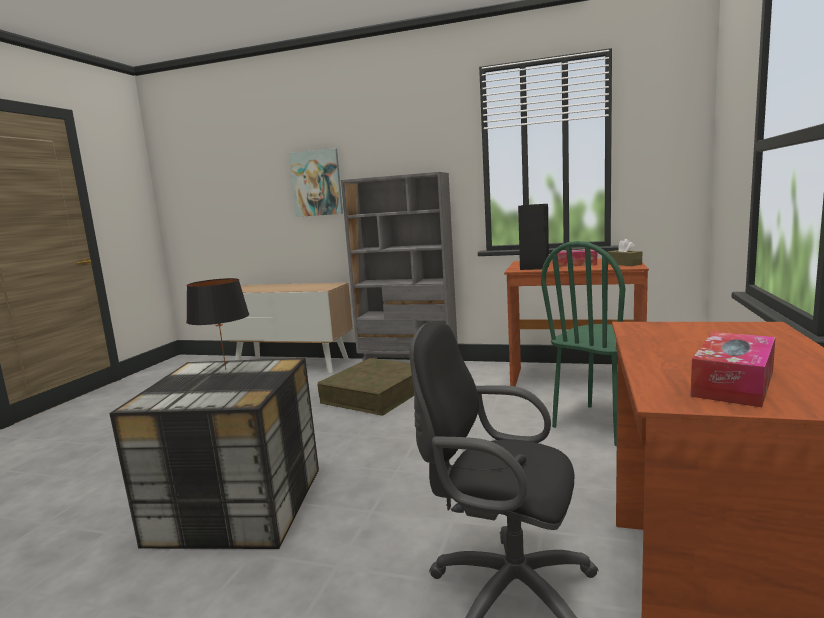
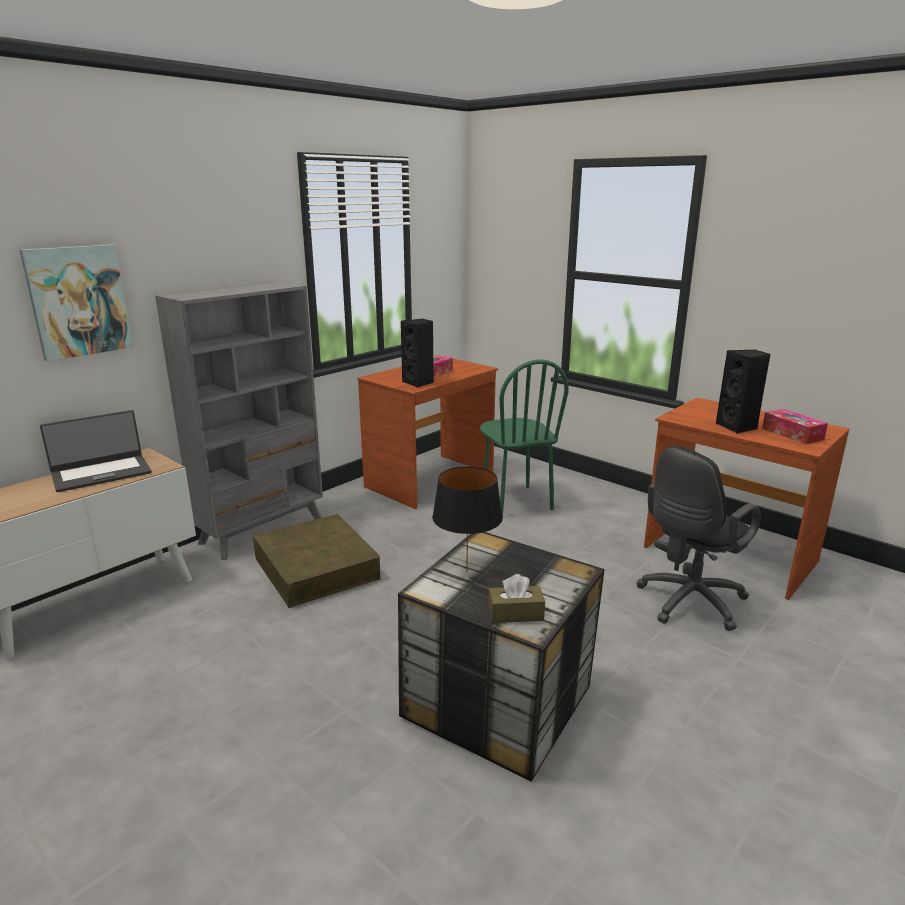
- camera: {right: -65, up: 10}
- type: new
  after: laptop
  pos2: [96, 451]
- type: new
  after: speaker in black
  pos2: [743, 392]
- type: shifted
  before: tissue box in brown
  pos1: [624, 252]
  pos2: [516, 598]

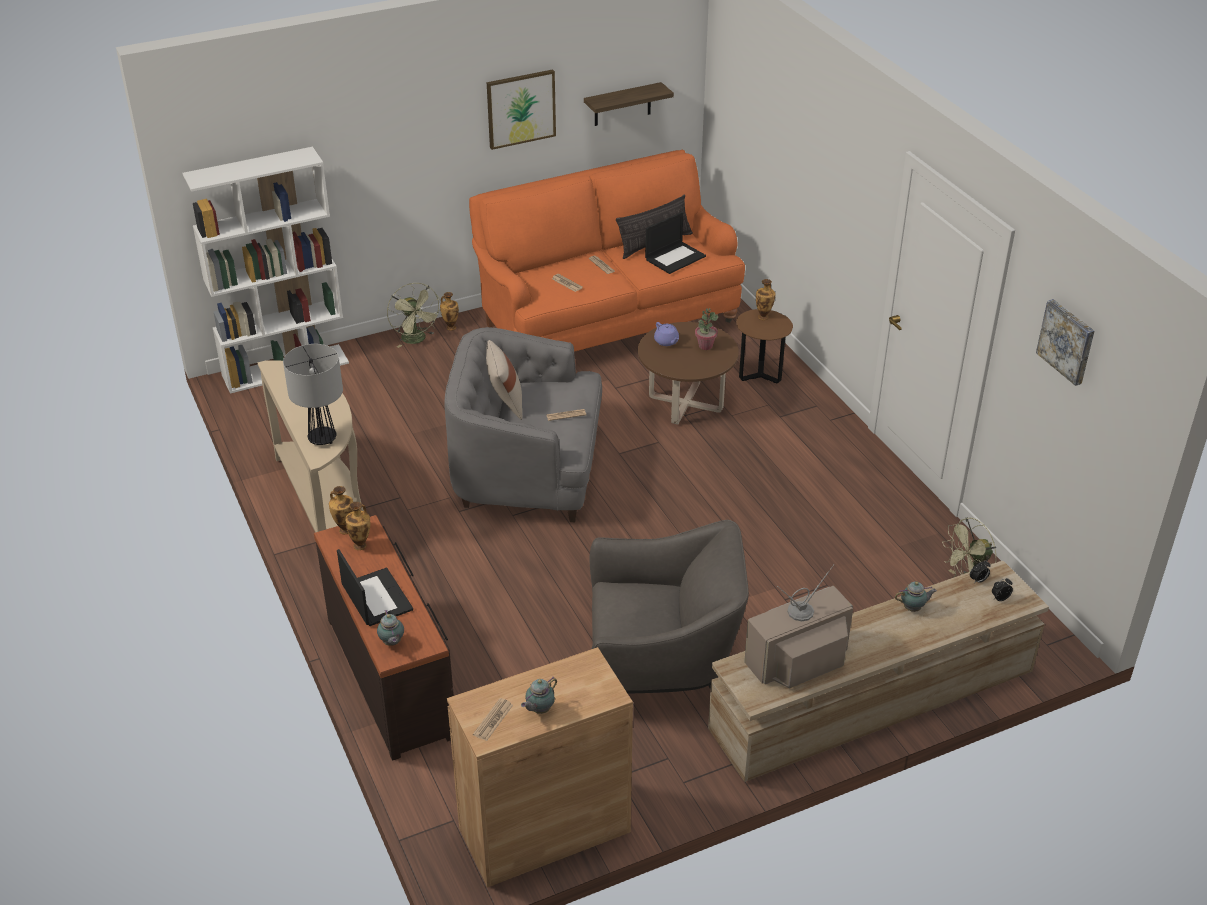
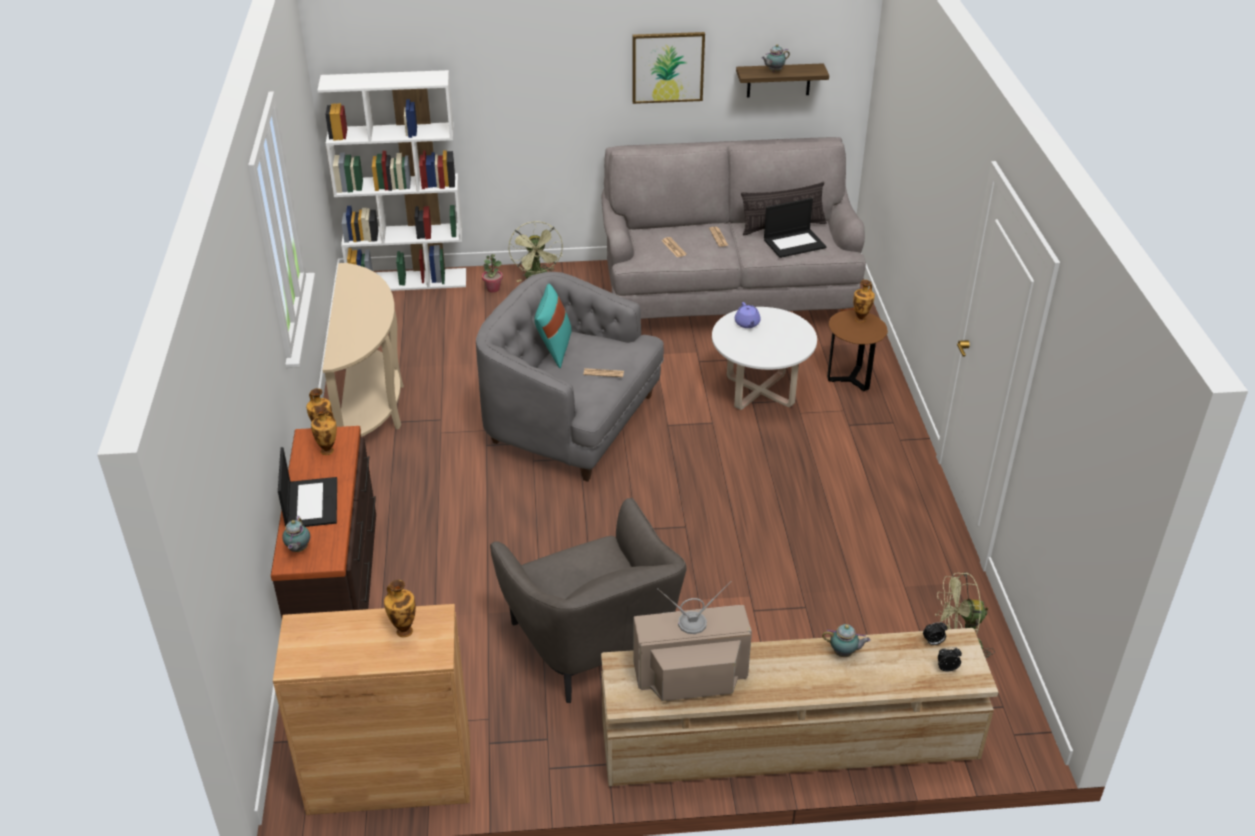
- camera: {right: 20, up: 0}
- type: gone
  before: table lamp
  pos1: [313, 394]
- type: gone
  before: newspaper
  pos1: [493, 719]
- type: gone
  before: picture
  pos1: [1065, 342]
- type: shifted
  before: vase
  pos1: [449, 311]
  pos2: [400, 608]
- type: shifted
  before: teapot
  pos1: [539, 695]
  pos2: [775, 58]
- type: shifted
  before: potted plant
  pos1: [706, 329]
  pos2: [492, 273]
- type: repainted
  before: sofa in orange
  after: sofa in grey
  pos1: [607, 251]
  pos2: [733, 228]
- type: repainted
  before: pillow in beige
  after: pillow in turquoise
  pos1: [504, 380]
  pos2: [553, 326]
- type: repainted
  before: coffee table in brown
  after: coffee table in white
  pos1: [688, 373]
  pos2: [764, 358]
- type: rotated
  before: armchair in grey
  pos1: [669, 607]
  pos2: [588, 600]
  turn: 45

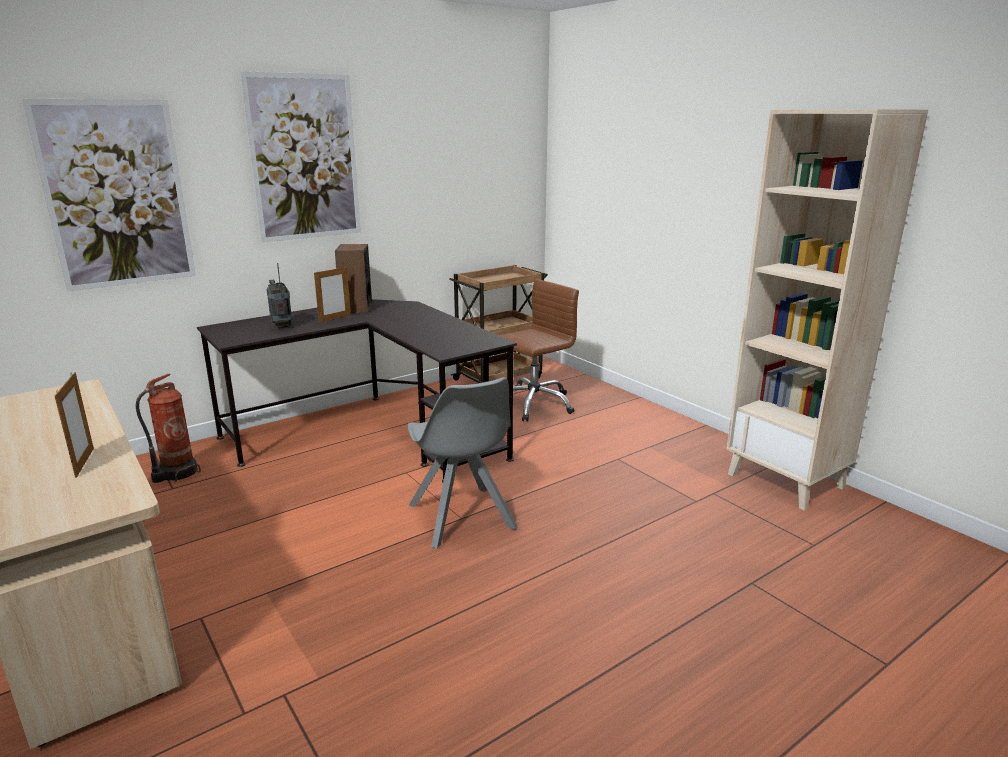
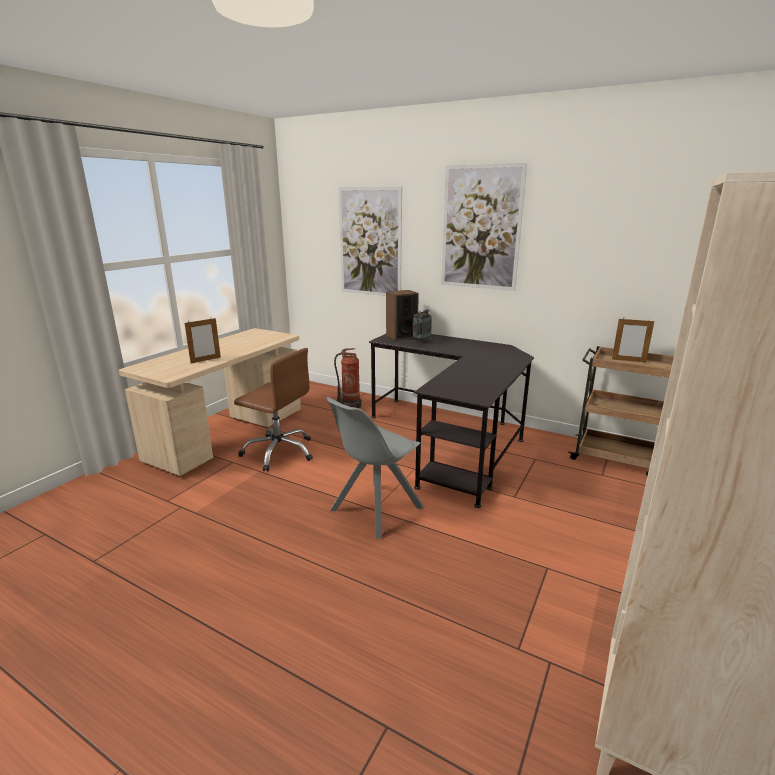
- camera: {right: 65, up: 0}
- type: shifted
  before: picture frame
  pos1: [332, 294]
  pos2: [633, 341]
- type: shifted
  before: speaker
  pos1: [353, 278]
  pos2: [402, 315]
- type: shifted
  before: office chair in brown
  pos1: [539, 350]
  pos2: [273, 409]

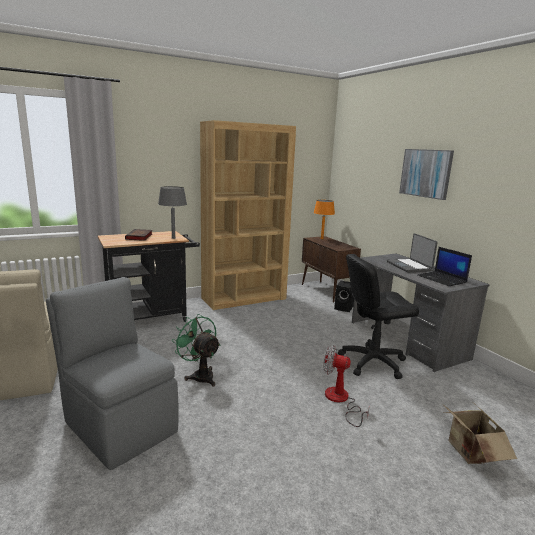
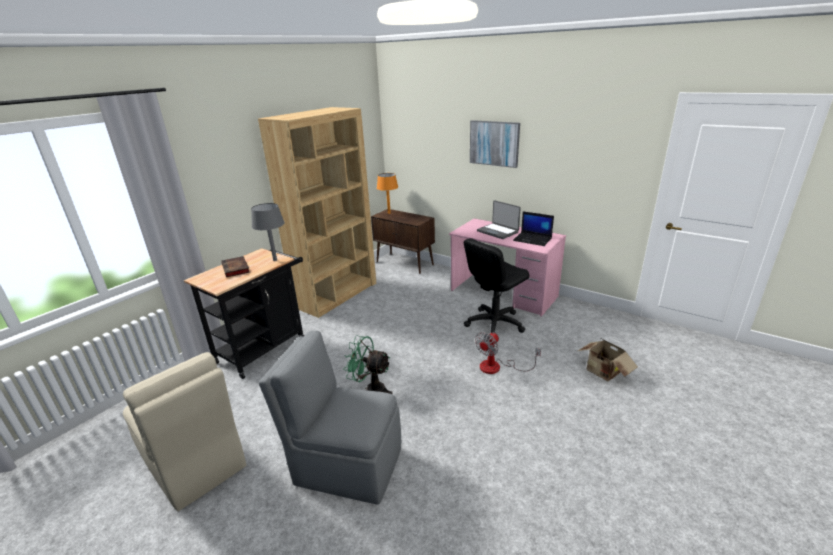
- camera: {right: -25, up: 10}
- type: gone
  before: speaker in black
  pos1: [344, 296]
- type: repainted
  before: desk in grey
  after: desk in pink
  pos1: [421, 313]
  pos2: [507, 267]
- type: rotated
  before: fan
  pos1: [346, 386]
  pos2: [508, 353]
  turn: -45

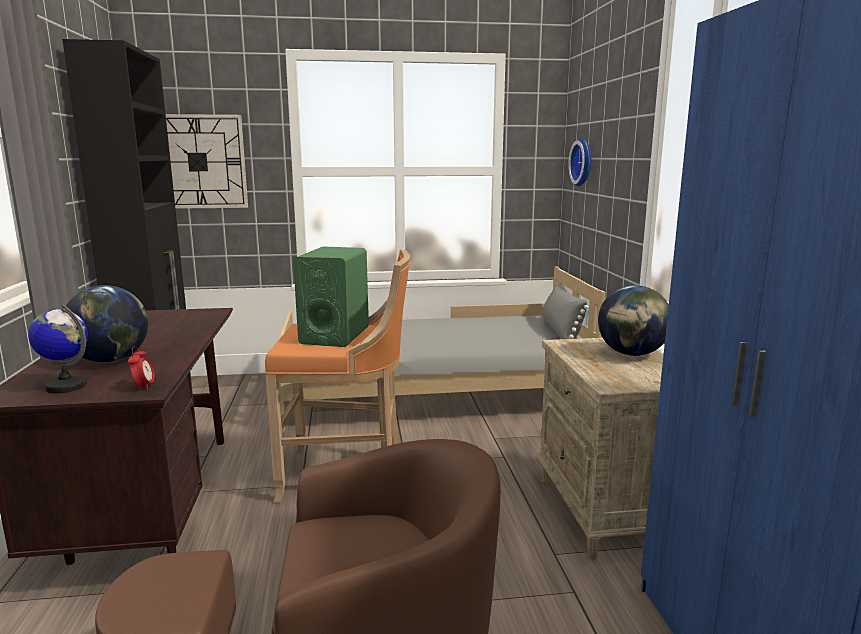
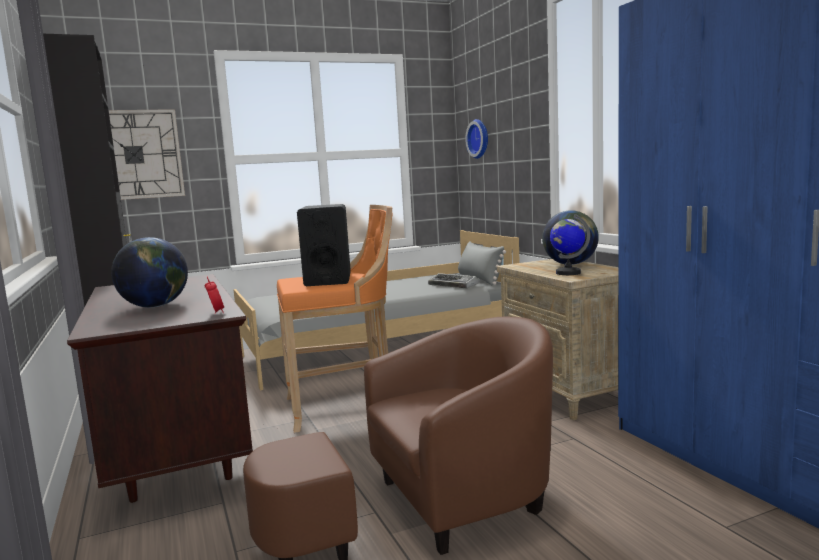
- camera: {right: -15, up: -5}
- type: new
  after: keyboard
  pos2: [454, 280]
- type: shifted
  before: globe
  pos1: [58, 348]
  pos2: [570, 244]
- type: repainted
  before: speaker in green
  after: speaker in black
  pos1: [331, 296]
  pos2: [324, 245]

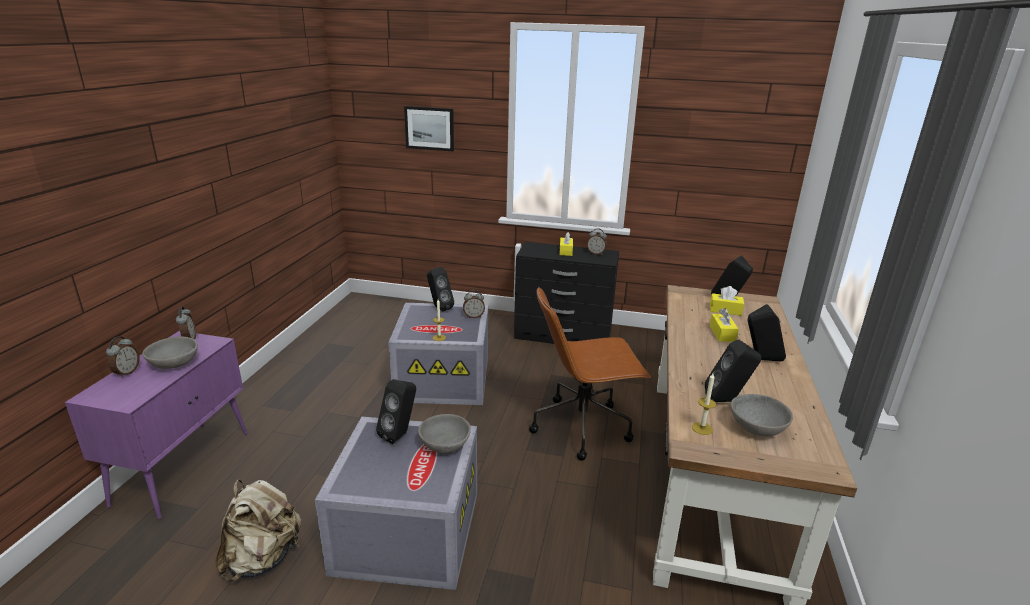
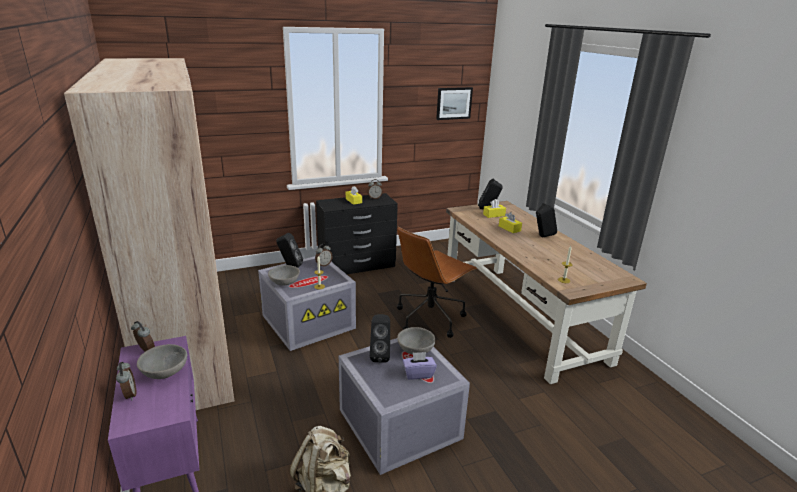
- camera: {right: -35, up: 0}
- type: gone
  before: speaker in black
  pos1: [733, 371]
- type: new
  after: wardrobe in beige
  pos2: [149, 234]
- type: new
  after: tissue box in purple
  pos2: [420, 366]
- type: shifted
  before: picture
  pos1: [429, 128]
  pos2: [454, 103]
- type: shifted
  before: bowl in grey
  pos1: [762, 415]
  pos2: [284, 275]

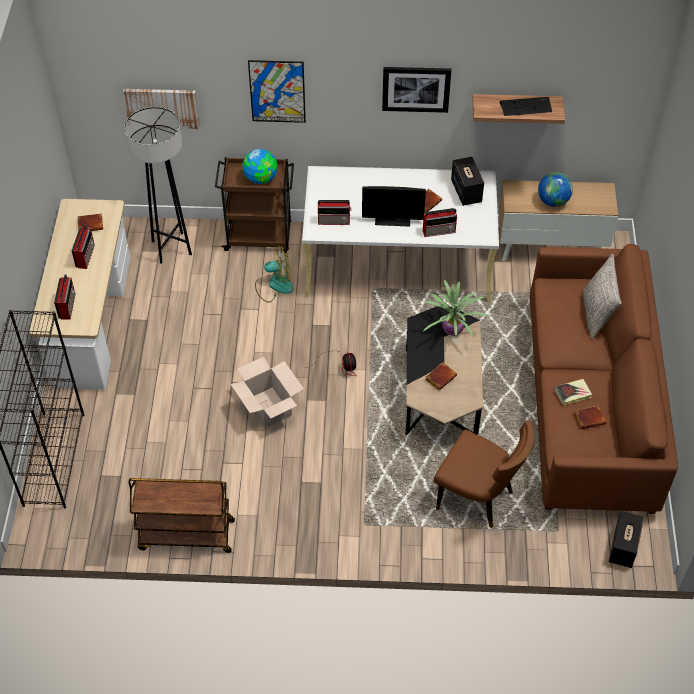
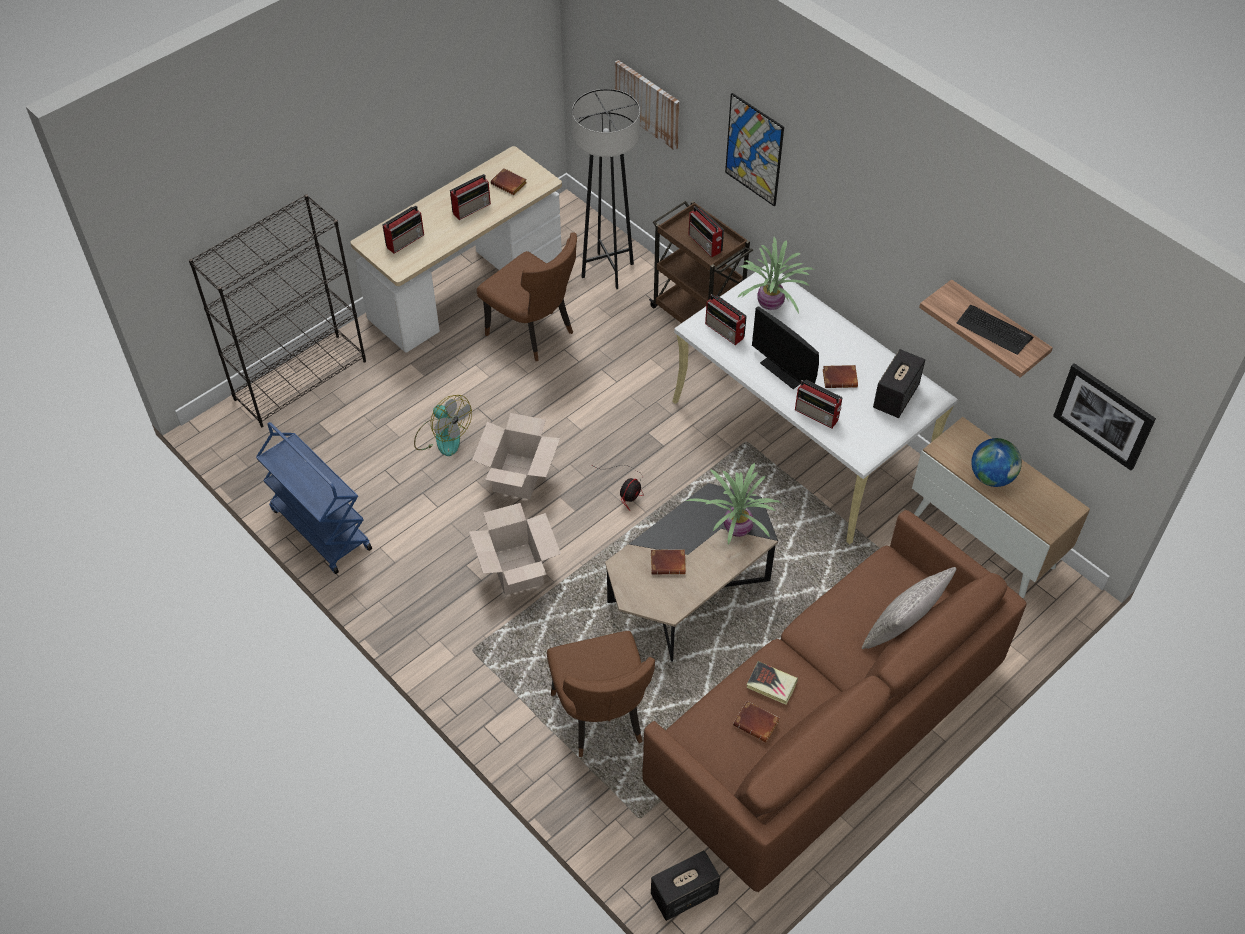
- camera: {right: 45, up: 0}
- type: new
  after: cardboard box
  pos2: [515, 549]
- type: new
  after: chair in brown
  pos2: [527, 297]
- type: new
  after: potted plant
  pos2: [775, 275]
- type: shifted
  before: fan
  pos1: [274, 274]
  pos2: [443, 425]
- type: shifted
  before: picture
  pos1: [416, 90]
  pos2: [1104, 417]
- type: swapped
  before: globe
  after: radio
  pos1: [259, 166]
  pos2: [706, 231]
- type: repainted
  before: cart in brown
  after: cart in blue
  pos1: [181, 515]
  pos2: [314, 498]

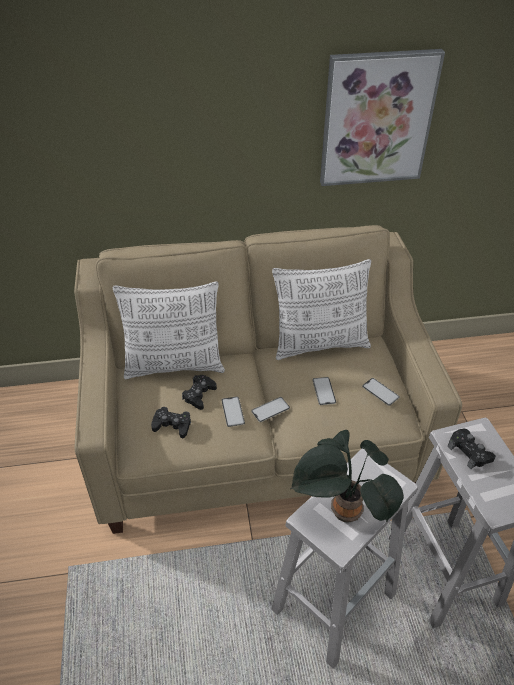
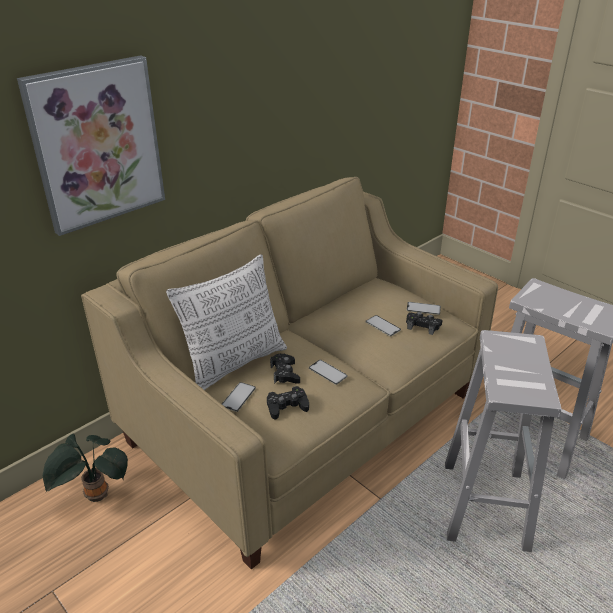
- camera: {right: -35, up: -10}
- type: gone
  before: pillow
  pos1: [321, 309]
- type: shifted
  before: phone
  pos1: [270, 409]
  pos2: [239, 397]
- type: shifted
  before: potted plant
  pos1: [347, 476]
  pos2: [85, 468]
- type: shifted
  before: picture
  pos1: [382, 117]
  pos2: [91, 145]
- type: shifted
  before: game controller in black
  pos1: [471, 449]
  pos2: [424, 323]

